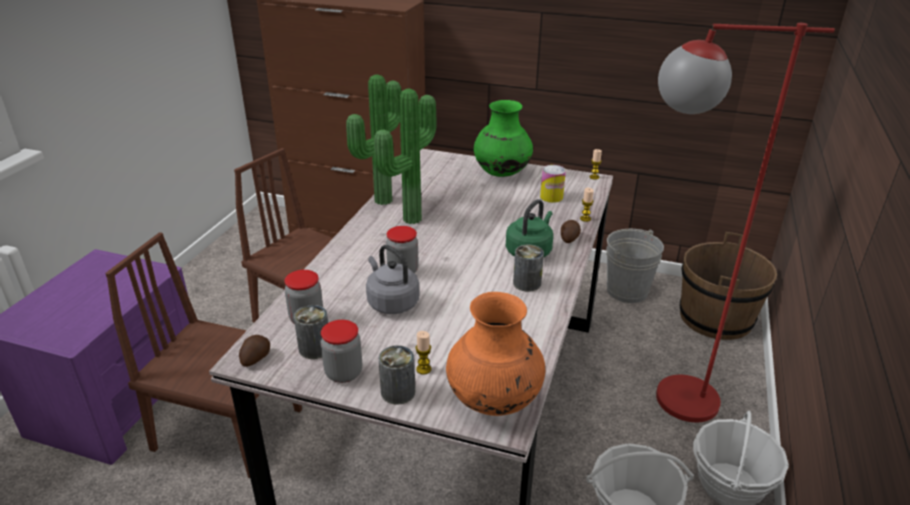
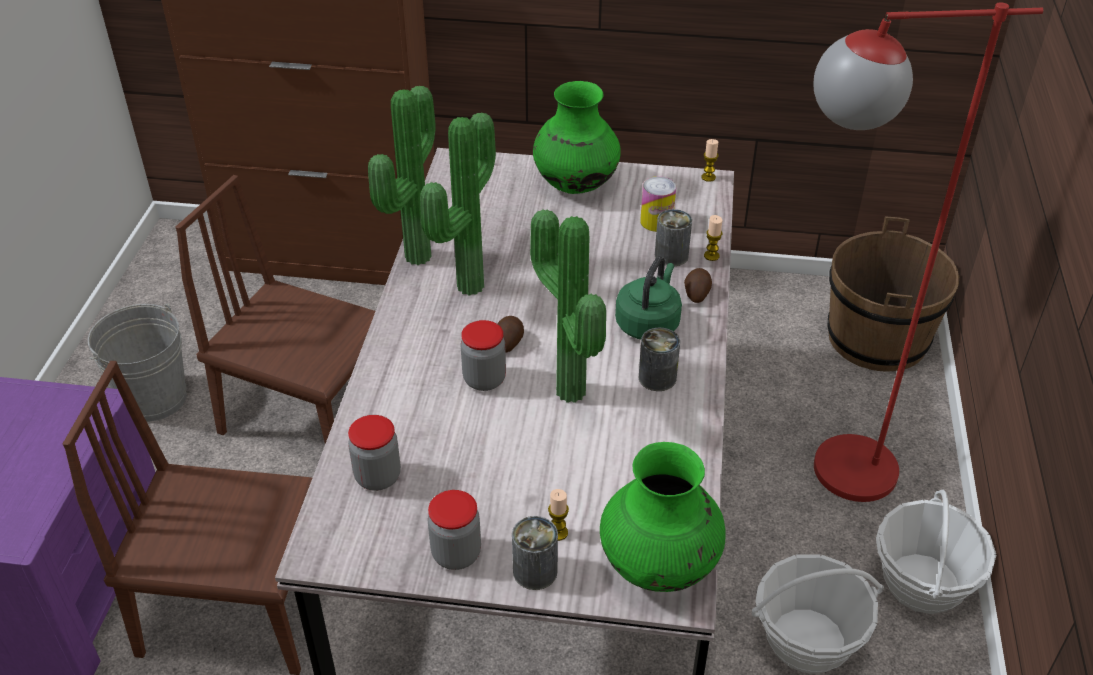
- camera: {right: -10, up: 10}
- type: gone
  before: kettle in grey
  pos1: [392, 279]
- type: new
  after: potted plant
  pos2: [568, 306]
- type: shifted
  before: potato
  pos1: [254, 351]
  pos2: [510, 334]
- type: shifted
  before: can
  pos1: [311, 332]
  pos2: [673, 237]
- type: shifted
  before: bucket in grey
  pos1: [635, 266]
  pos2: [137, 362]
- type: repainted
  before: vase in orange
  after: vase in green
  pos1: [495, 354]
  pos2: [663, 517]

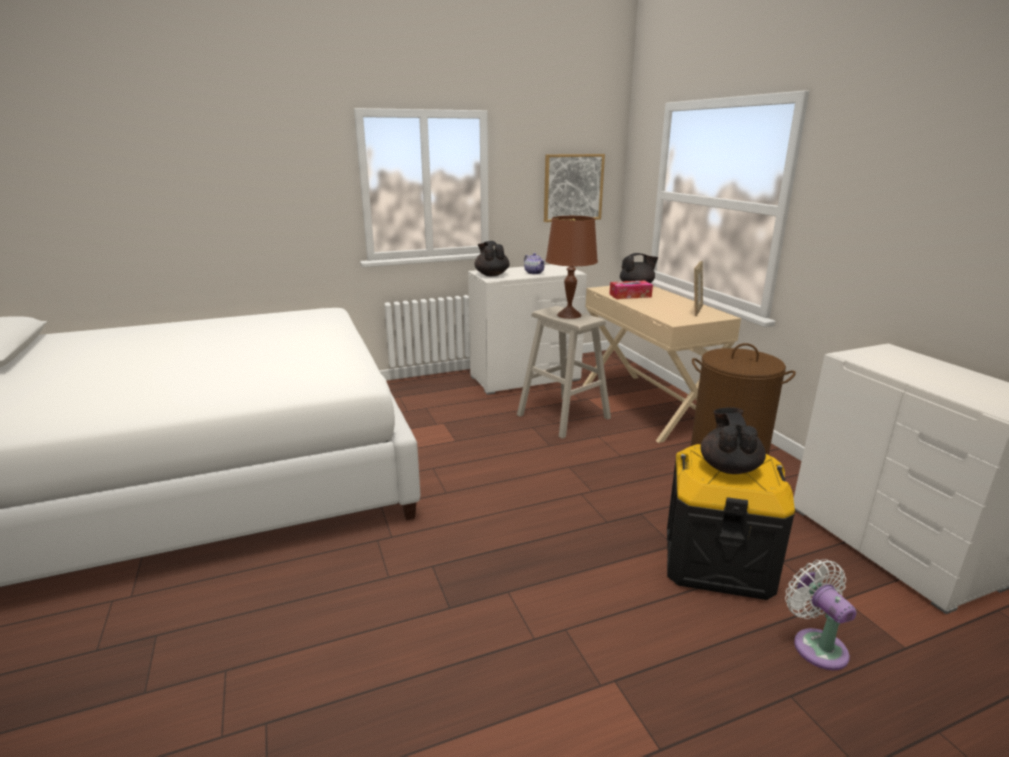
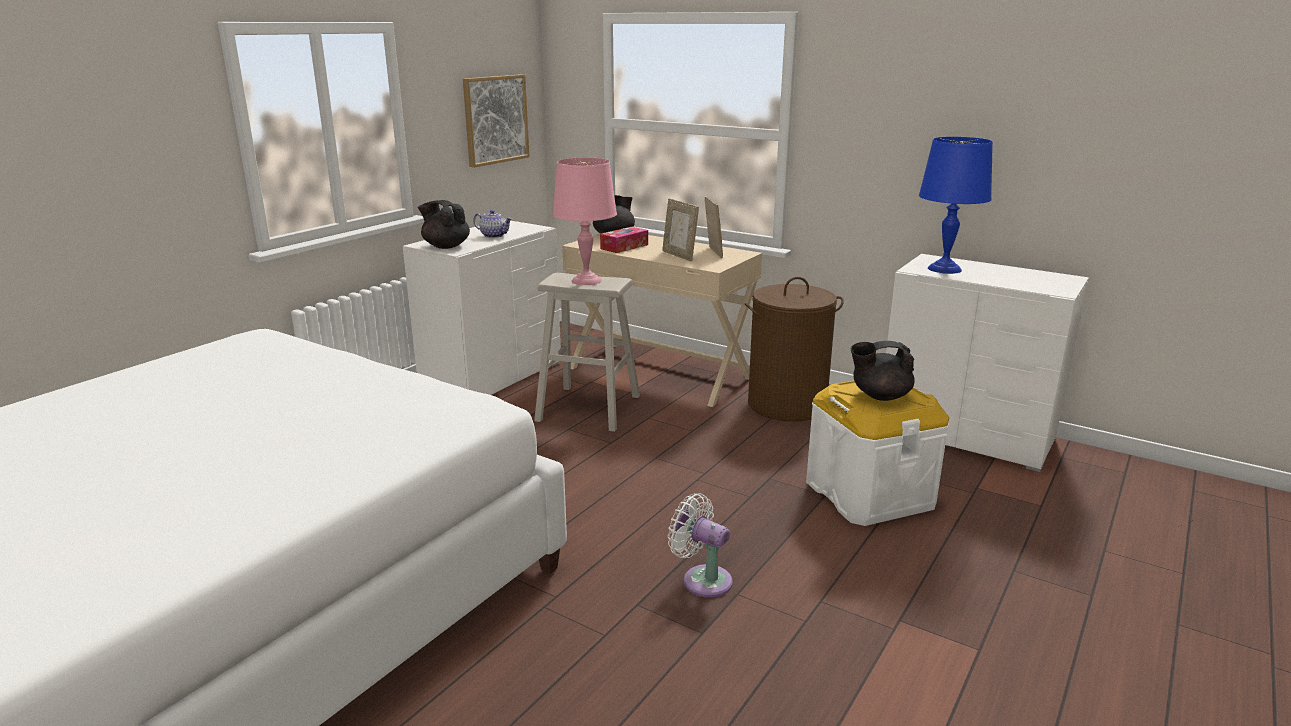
- camera: {right: -35, up: 0}
- type: new
  after: picture frame
  pos2: [680, 229]
- type: new
  after: table lamp in blue
  pos2: [956, 205]
- type: shifted
  before: fan in white
  pos1: [820, 614]
  pos2: [700, 545]
- type: repainted
  before: table lamp in brown
  after: table lamp in pink
  pos1: [572, 267]
  pos2: [585, 221]
- type: repainted
  before: storage box in black
  after: storage box in white
  pos1: [731, 522]
  pos2: [877, 453]
- type: rotated
  before: teapot in black
  pos1: [733, 440]
  pos2: [883, 371]
  turn: -60

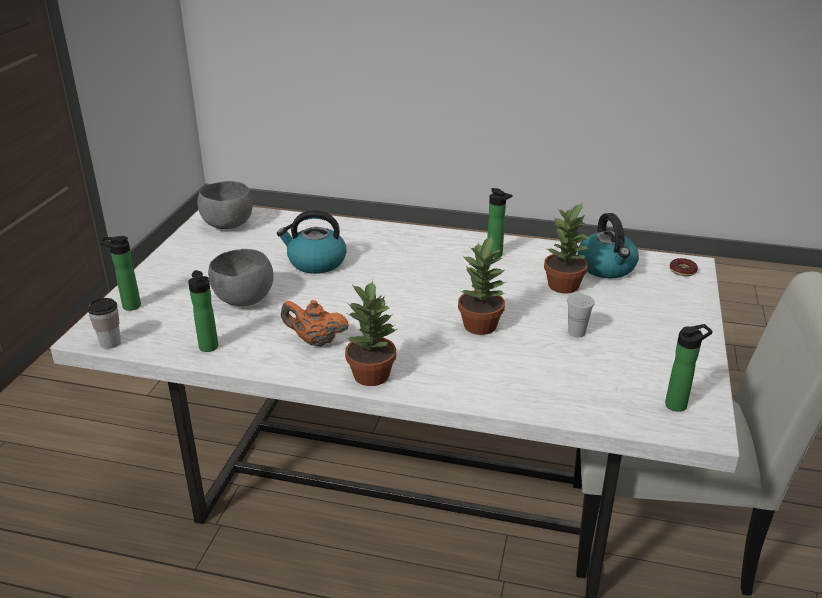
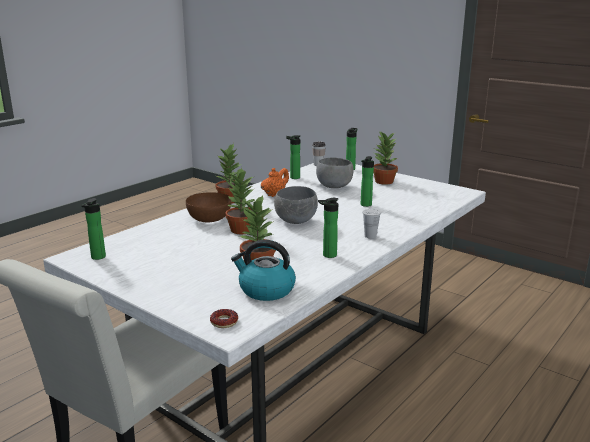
- camera: {right: 115, up: -10}
- type: new
  after: bowl in brown
  pos2: [208, 207]
- type: new
  after: potted plant
  pos2: [385, 158]
- type: shifted
  before: bowl in grey
  pos1: [225, 205]
  pos2: [296, 205]
- type: shifted
  before: cup in white
  pos1: [581, 315]
  pos2: [371, 224]
- type: swapped
  before: kettle
  after: bottle
  pos1: [312, 242]
  pos2: [367, 181]

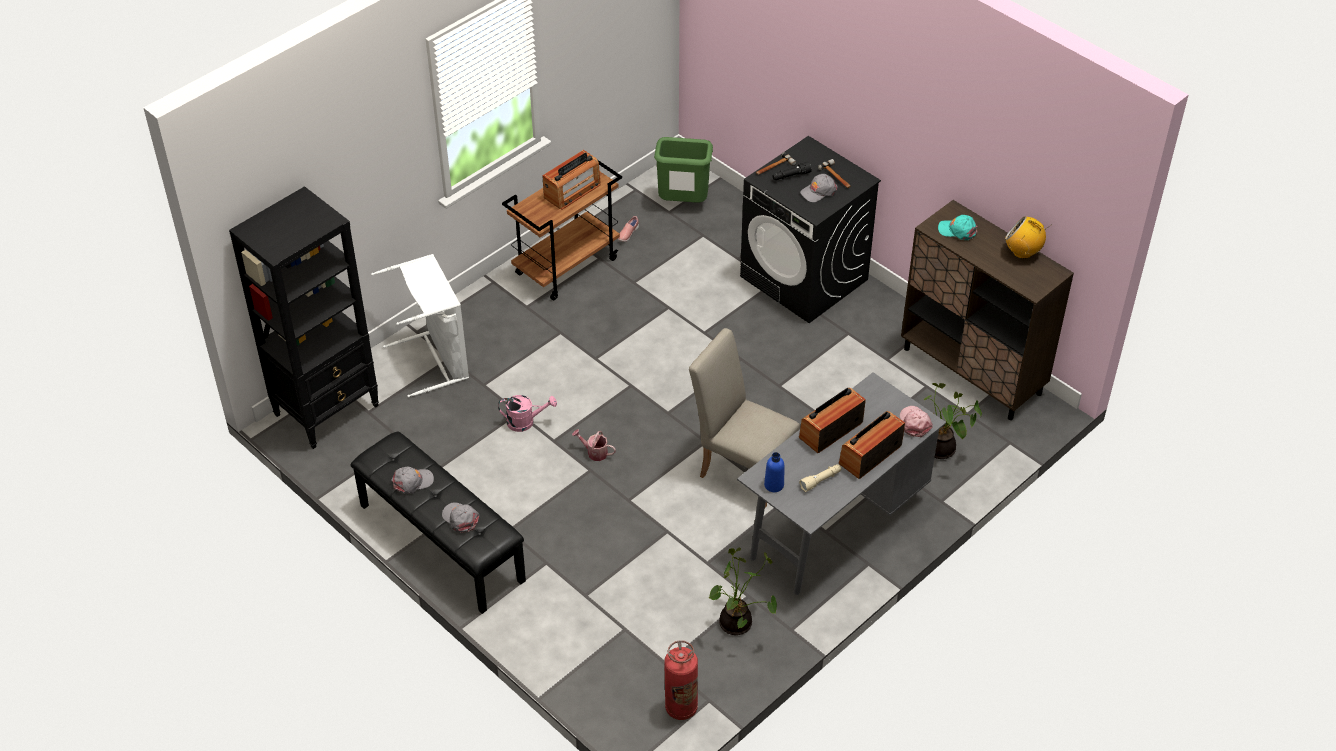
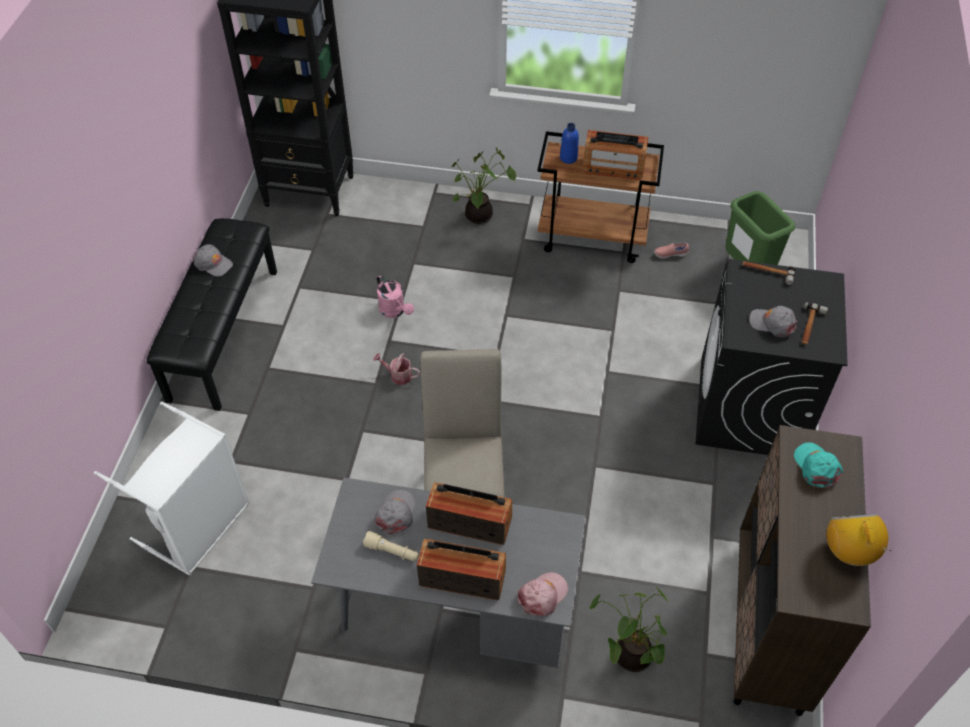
- camera: {right: 55, up: 5}
- type: gone
  before: fire extinguisher
  pos1: [681, 680]
- type: gone
  before: flashlight in black
  pos1: [792, 170]
- type: shifted
  before: laundry basket in white
  pos1: [420, 325]
  pos2: [171, 488]
- type: shifted
  before: cap in grey
  pos1: [460, 517]
  pos2: [395, 512]
- type: shifted
  before: potted plant
  pos1: [743, 591]
  pos2: [483, 185]
- type: shifted
  before: bottle in blue
  pos1: [774, 472]
  pos2: [569, 143]
- type: rotated
  before: watering can
  pos1: [594, 445]
  pos2: [396, 369]
  turn: -60

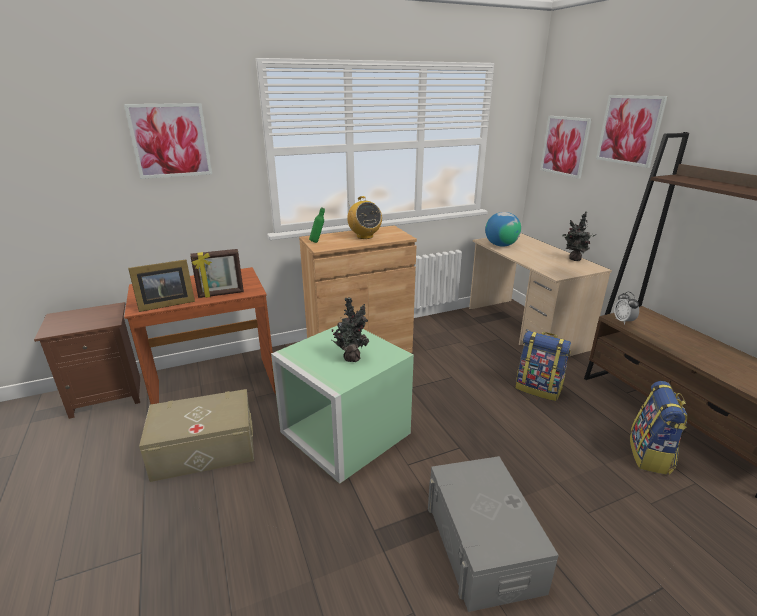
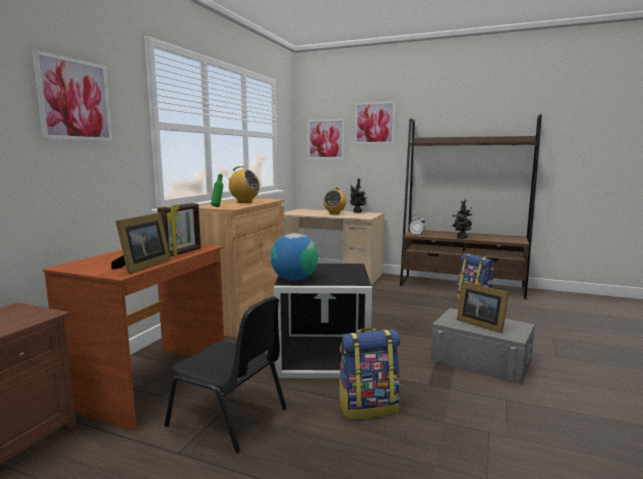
- camera: {right: -45, up: -15}
- type: new
  after: radio
  pos2: [334, 201]
- type: new
  after: picture frame
  pos2: [483, 307]
- type: shifted
  before: potted plant
  pos1: [350, 329]
  pos2: [462, 219]
- type: shifted
  before: globe
  pos1: [503, 229]
  pos2: [294, 257]
- type: shifted
  before: backpack
  pos1: [543, 366]
  pos2: [369, 374]
- type: swapped
  before: storage box in beige
  after: chair in black
  pos1: [196, 435]
  pos2: [225, 375]
- type: repainted
  before: storage box in green
  after: storage box in black
  pos1: [342, 405]
  pos2: [322, 321]

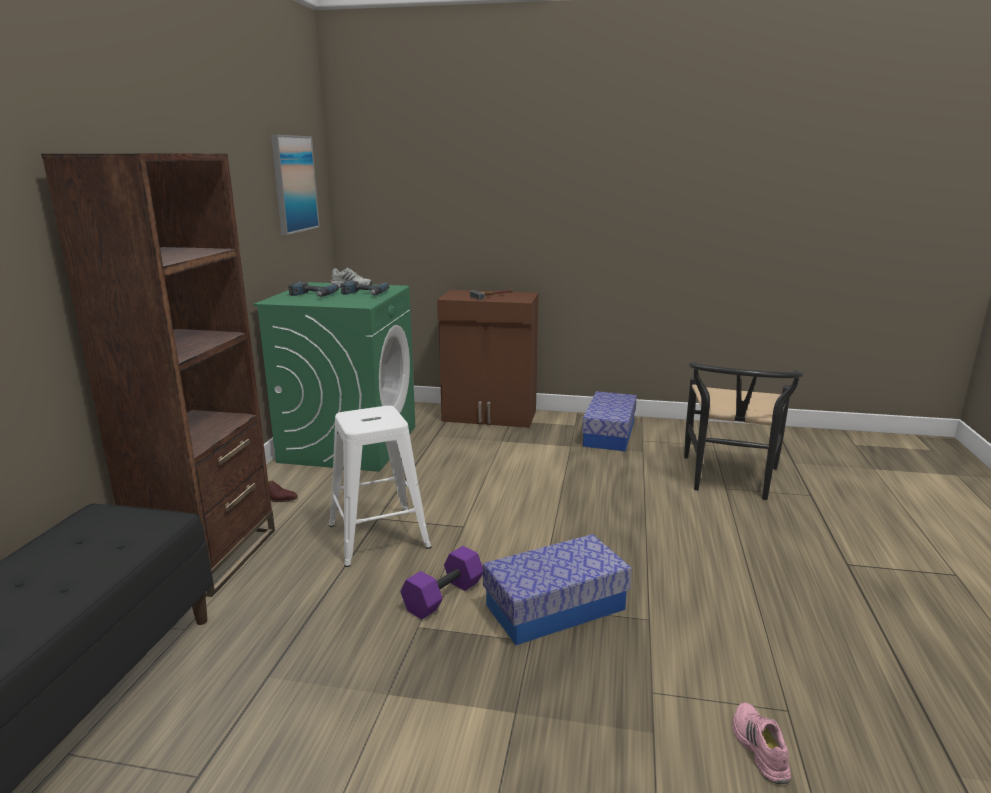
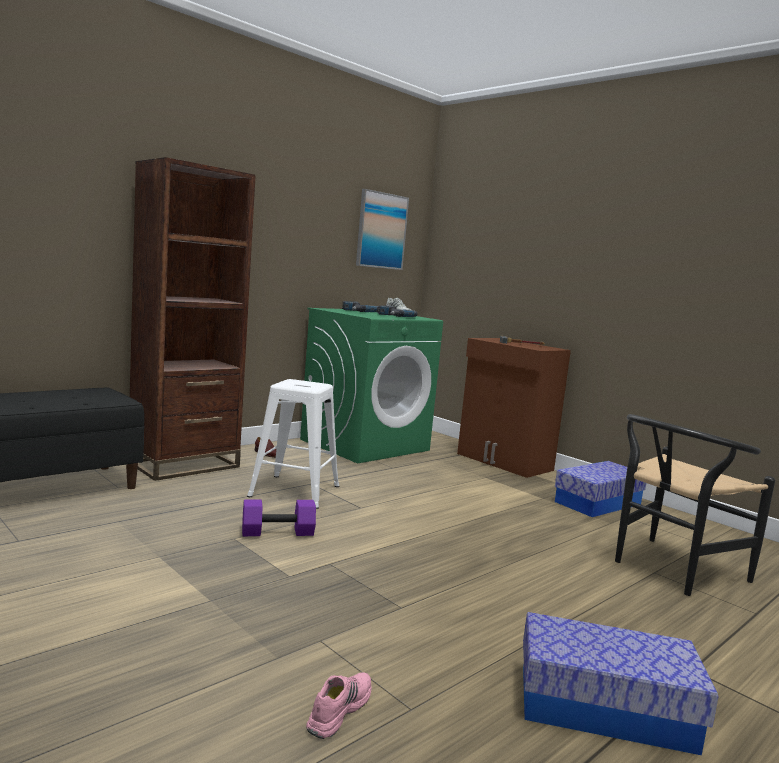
- camera: {right: 35, up: -10}
- type: shifted
  before: storage box
  pos1: [557, 589]
  pos2: [621, 683]

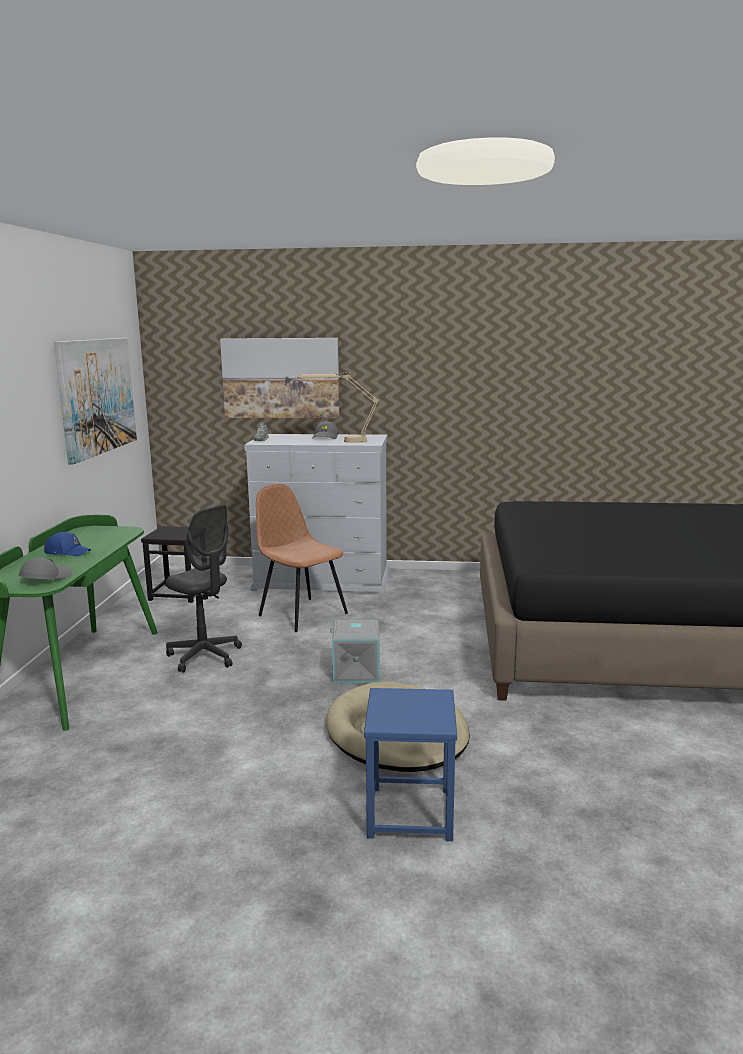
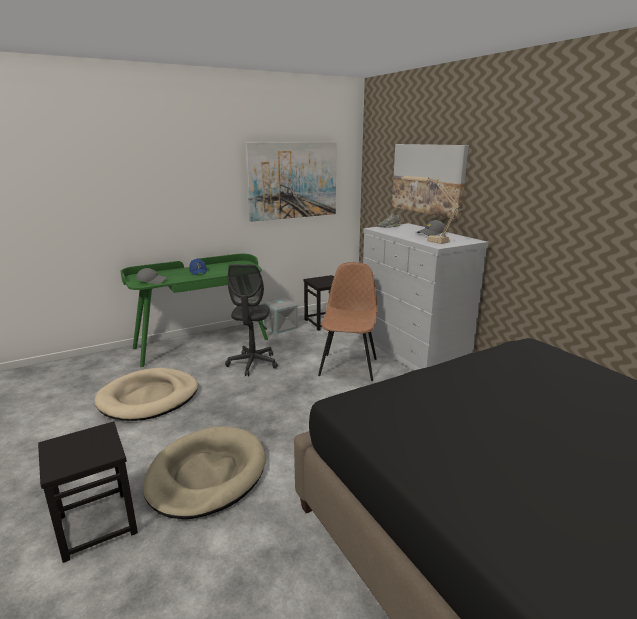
- camera: {right: 55, up: 5}
- type: new
  after: dog bed in beige
  pos2: [146, 394]
- type: shifted
  before: storage box in grey
  pos1: [356, 651]
  pos2: [280, 316]
- type: repainted
  before: stool in blue
  after: stool in black
  pos1: [410, 764]
  pos2: [88, 492]

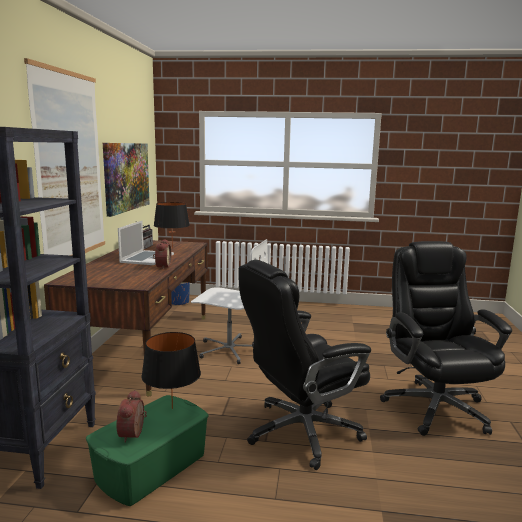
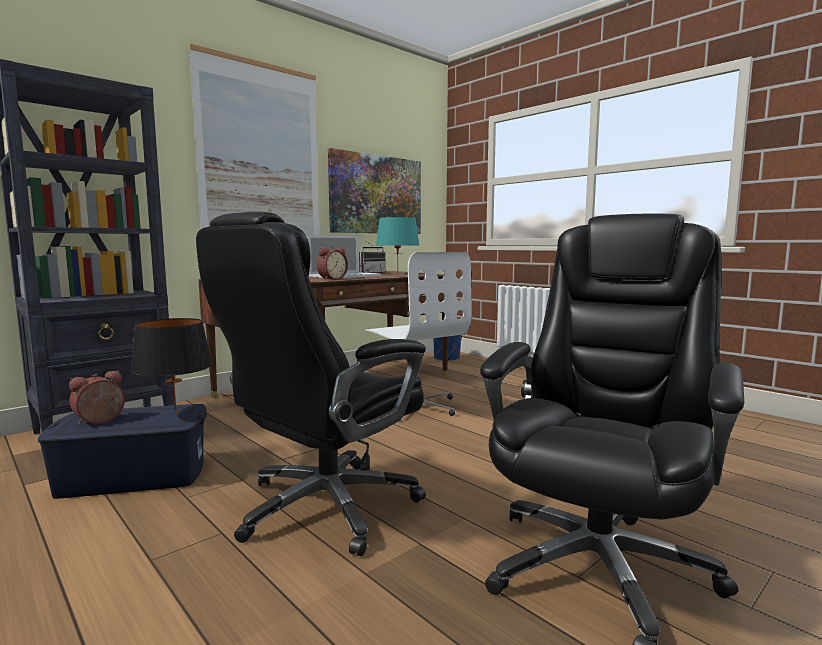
- camera: {right: 40, up: -5}
- type: repainted
  before: storage box in green
  after: storage box in blue
  pos1: [147, 450]
  pos2: [122, 451]
- type: repainted
  before: table lamp in black
  after: table lamp in turquoise
  pos1: [172, 225]
  pos2: [397, 245]
- type: rotated
  before: office chair in black
  pos1: [304, 365]
  pos2: [311, 384]
  turn: -60

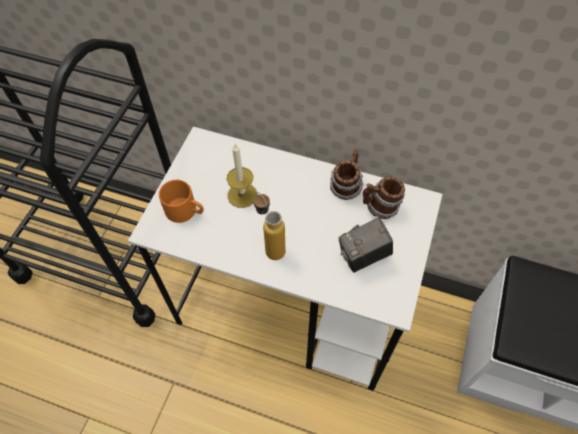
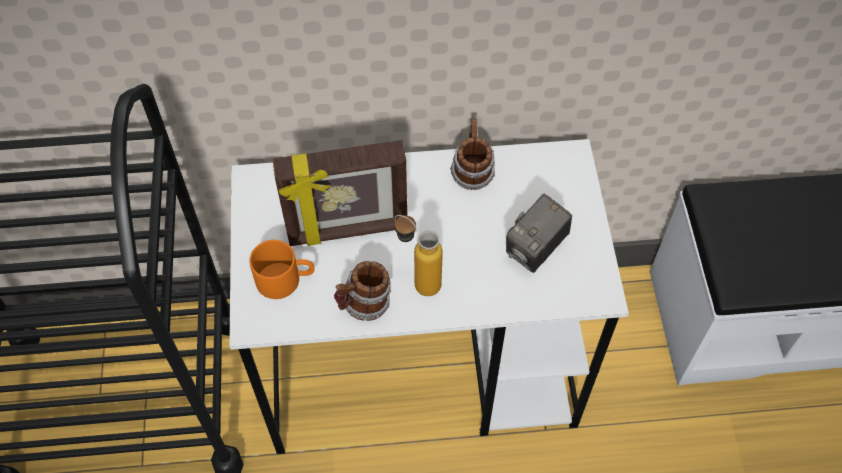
- camera: {right: -25, up: 0}
- type: shifted
  before: mug
  pos1: [384, 197]
  pos2: [362, 291]
- type: swapped
  before: candle
  after: picture frame
  pos1: [242, 176]
  pos2: [340, 193]

